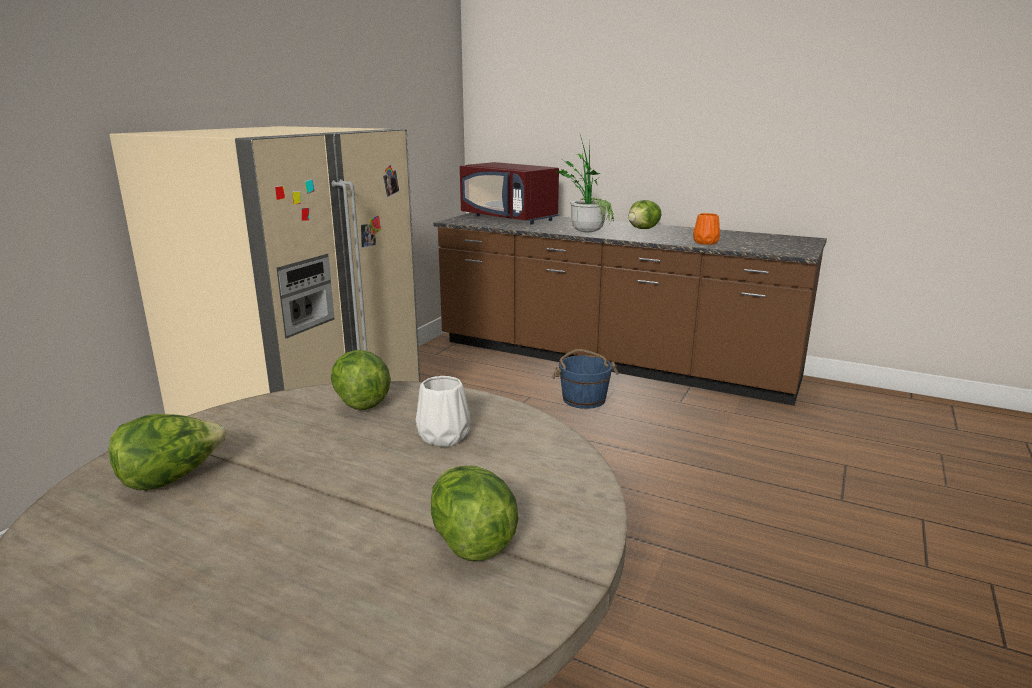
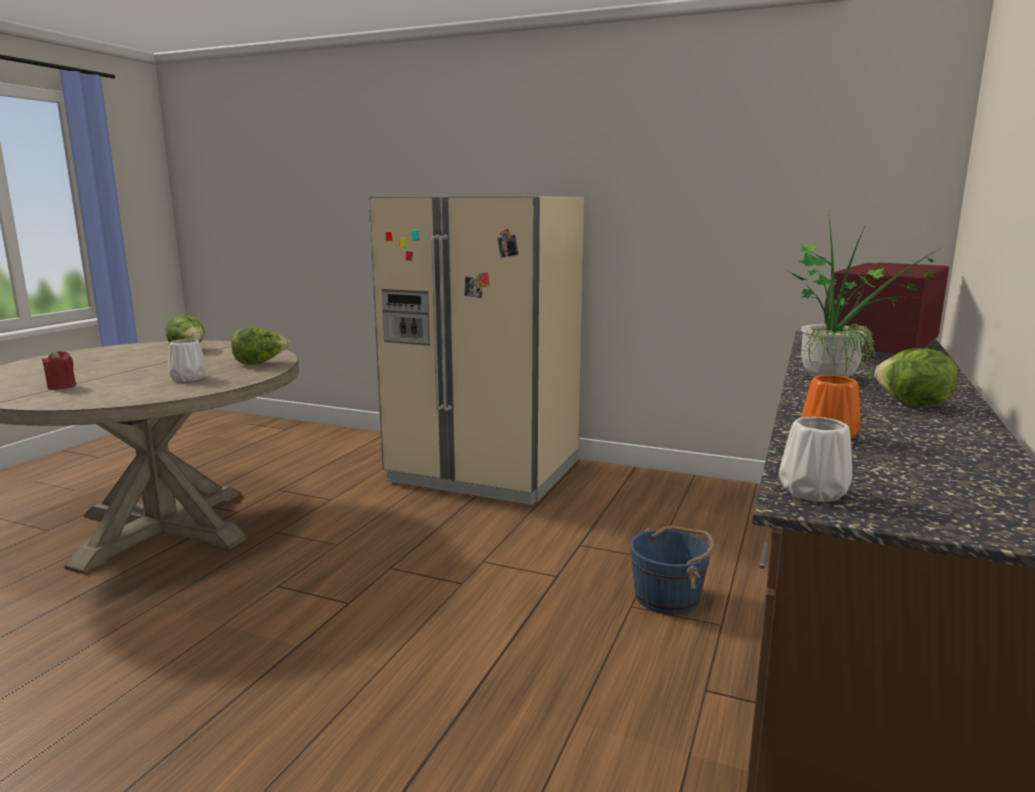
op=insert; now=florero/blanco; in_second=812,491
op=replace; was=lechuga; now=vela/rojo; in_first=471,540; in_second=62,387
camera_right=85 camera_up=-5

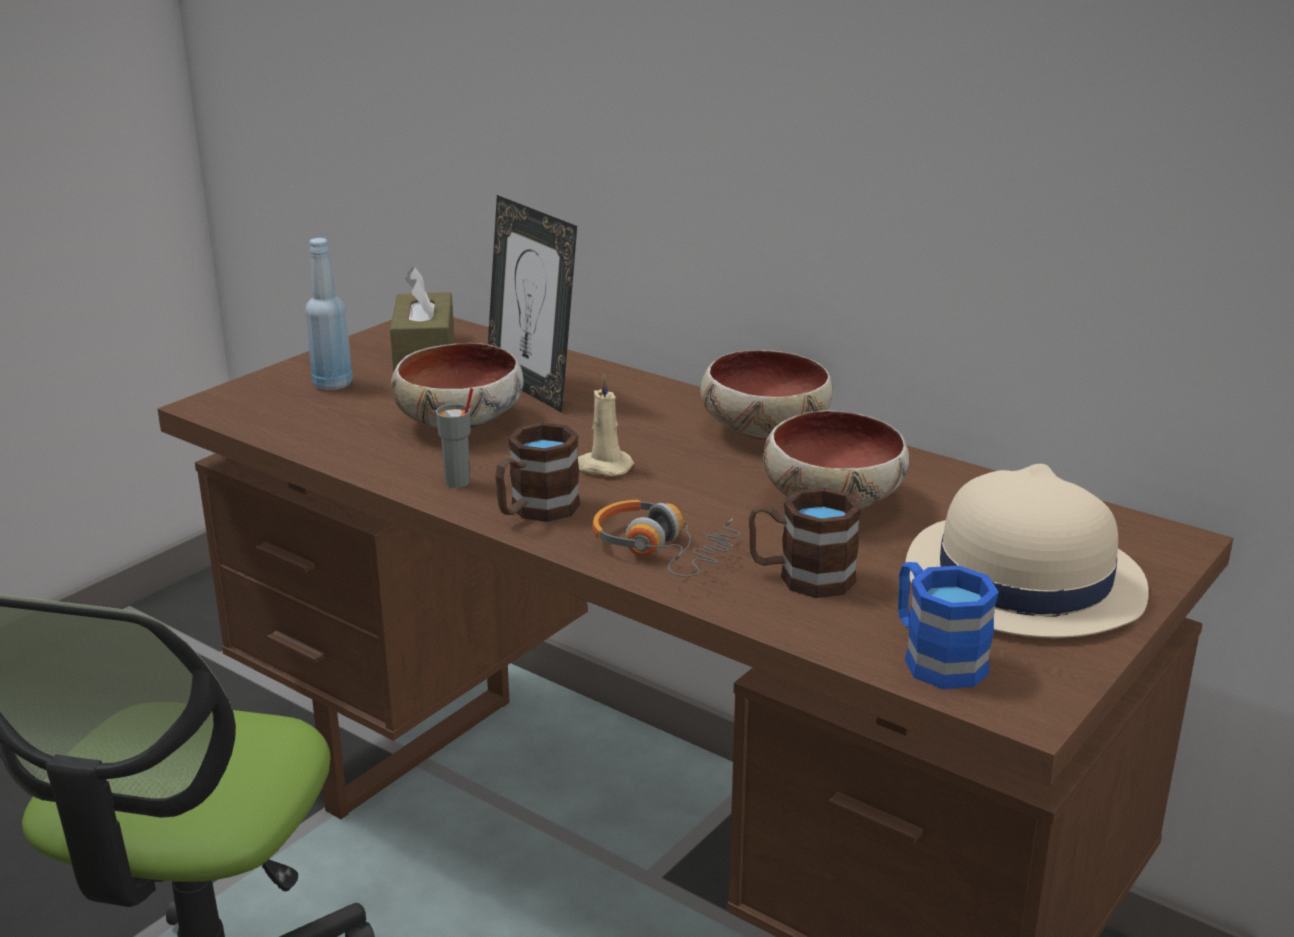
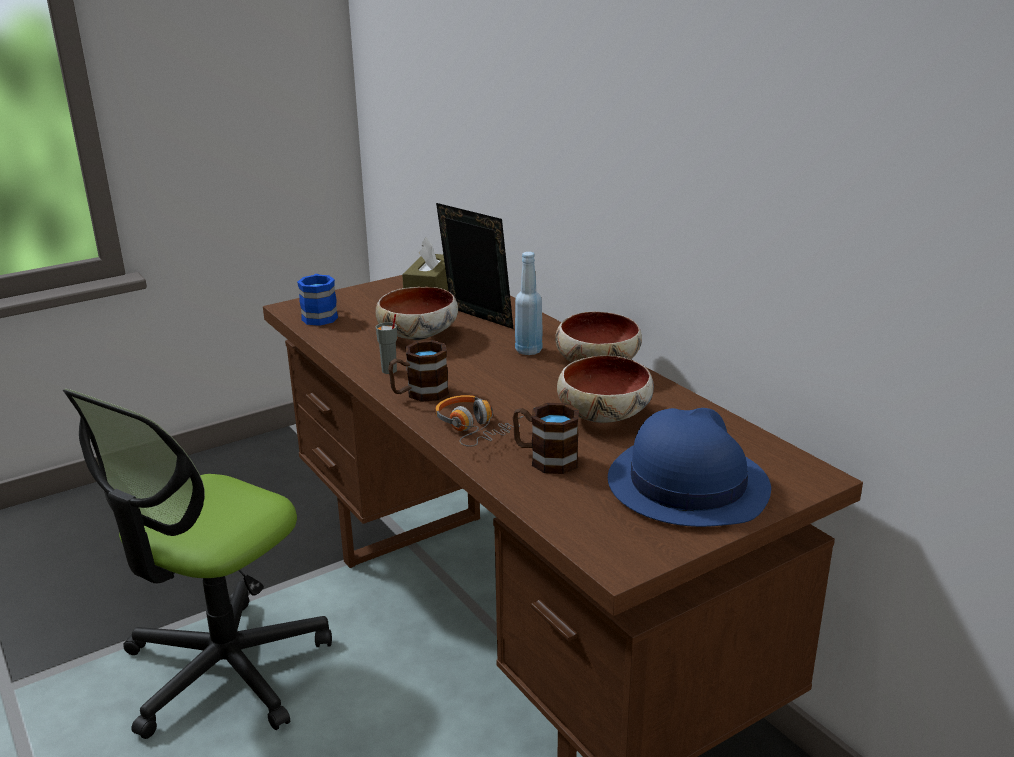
op=delete; was=vela/beis; in_first=602,467
op=move; was=botella/azul; in_first=332,384; in_second=528,351
op=move; was=taza grande/azul; in_first=934,657; in_second=319,315
op=recolor; was=sombrero/beis; now=sombrero/azul; in_first=1021,580; in_second=686,484
op=rotate; was=portarretratos; in_first=532,388; in_second=476,320; clockwise=150
camera_right=20 camera_up=0

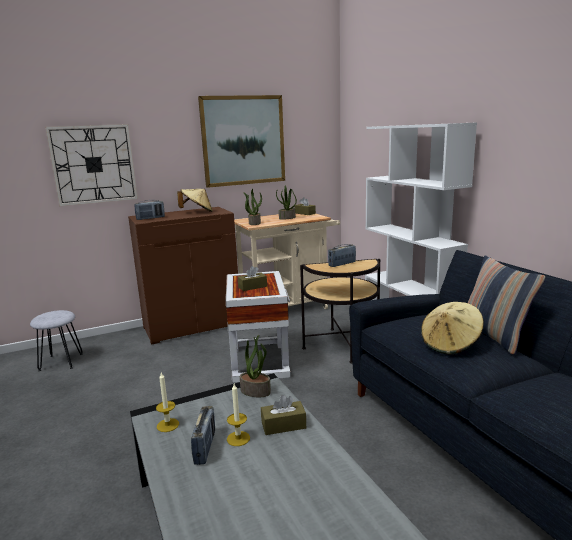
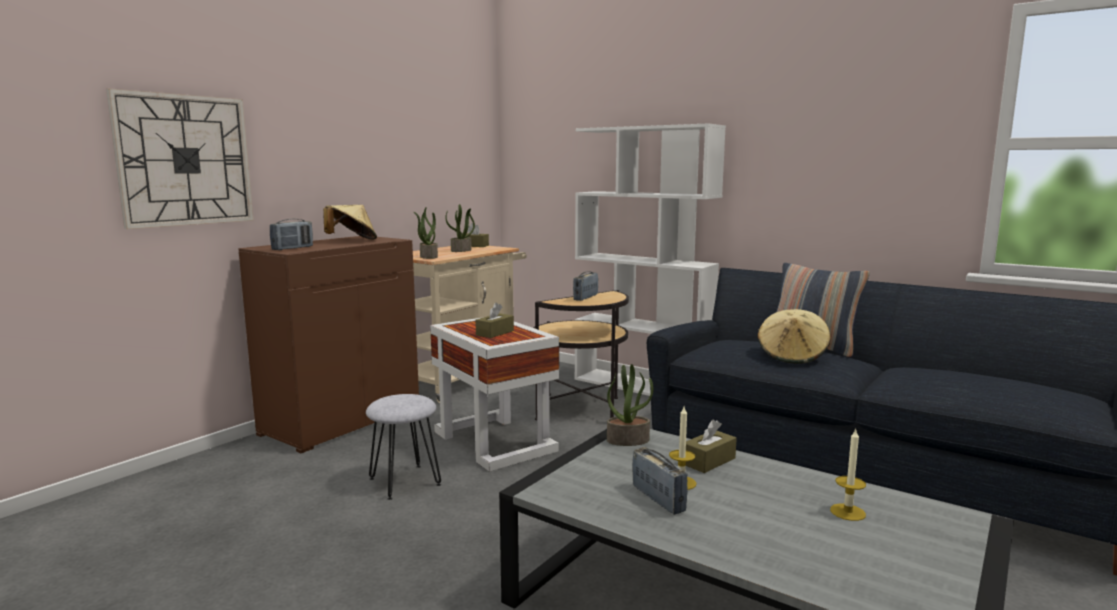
op=delete; was=cuadro; in_first=243,140
op=move; was=taburete/gris; in_first=61,362; in_second=404,481
op=move; was=vela; in_first=168,425; in_second=847,512
camera_right=-30 camera_up=-5

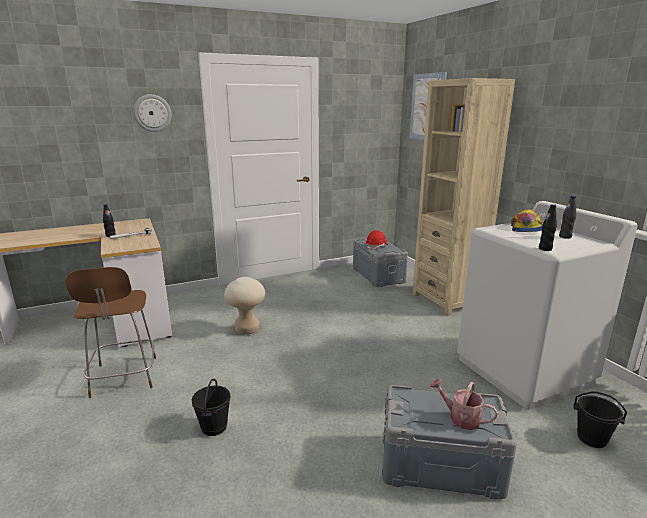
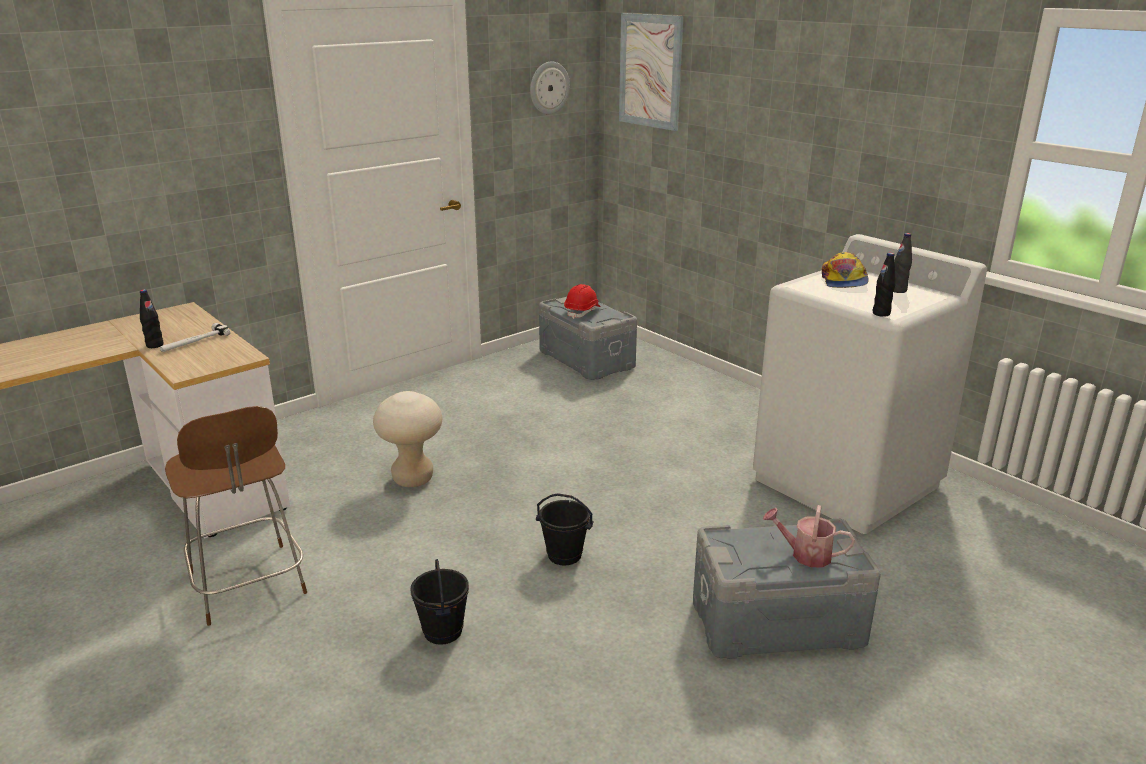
op=delete; was=estantería/beis; in_first=447,300
op=move; was=reloj de pared; in_first=152,113; in_second=549,87
op=move; was=cubo/negro; in_first=591,439; in_second=564,556
camera_right=-15 camera_up=5

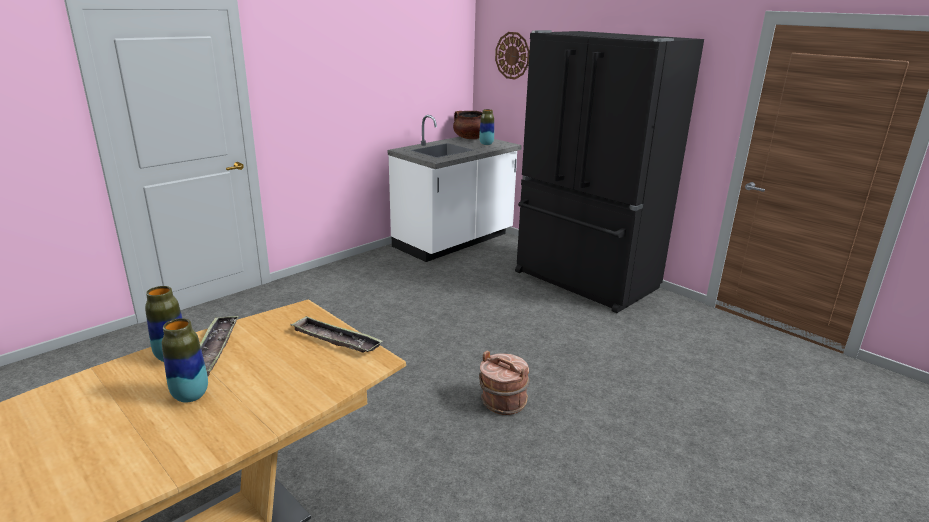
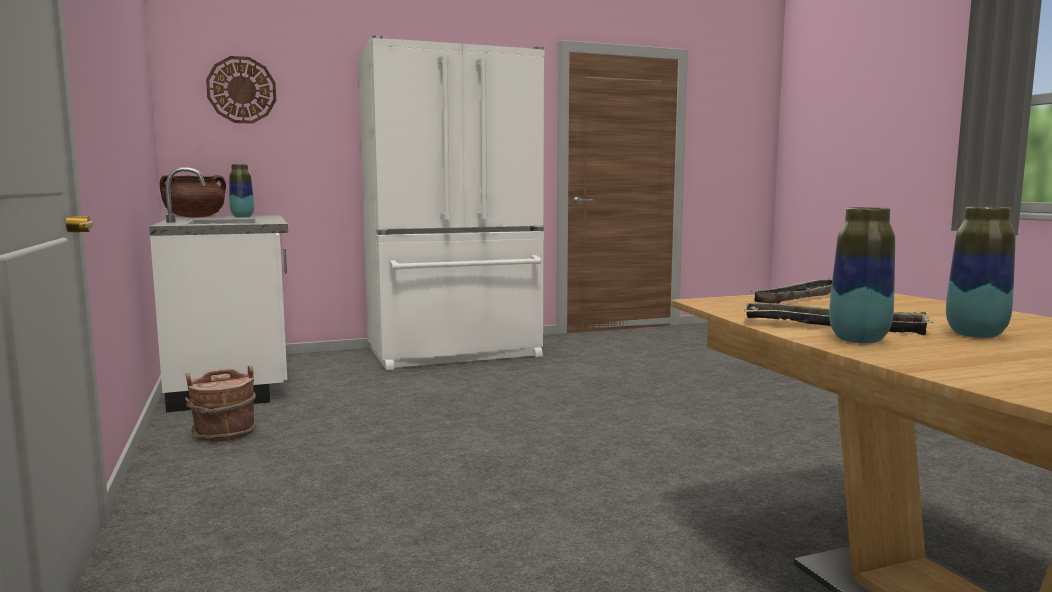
op=move; was=cubo/marrón; in_first=502,402; in_second=224,433
op=recolor; was=nevera/negro; now=nevera/blanco; in_first=584,281; in_second=455,353
camera_right=-65 camera_up=-15

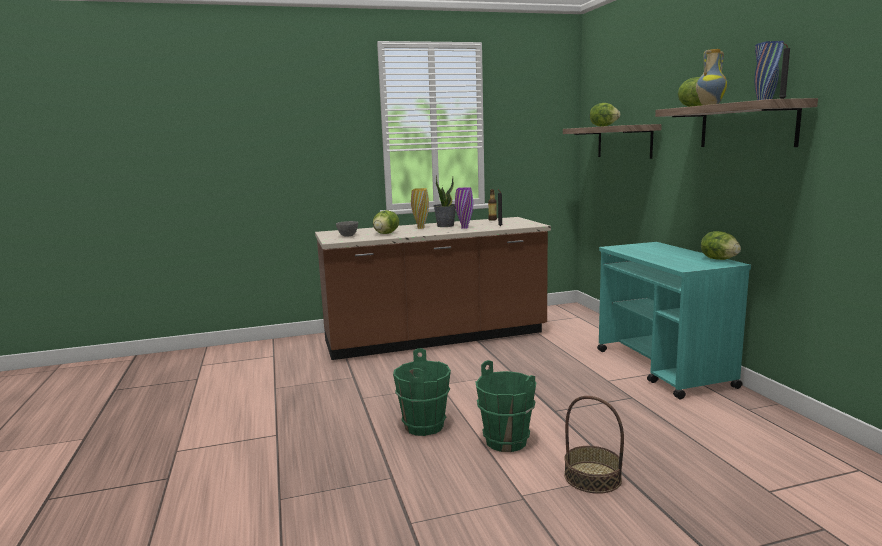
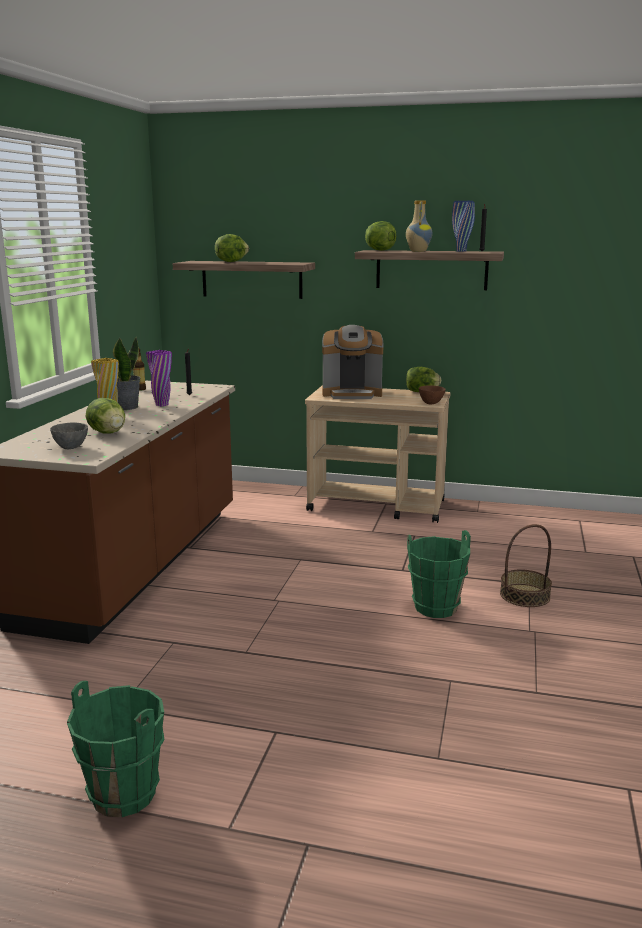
op=insert; now=cafetera; in_second=352,394
op=insert; now=cuenco/marrón; in_second=431,403
op=move; was=cubo/verde; in_first=424,426; in_second=124,794
op=recolor; was=carrito/turquesa; now=carrito/beis; in_first=663,368; in_second=377,506
camera_right=-60 camera_up=5

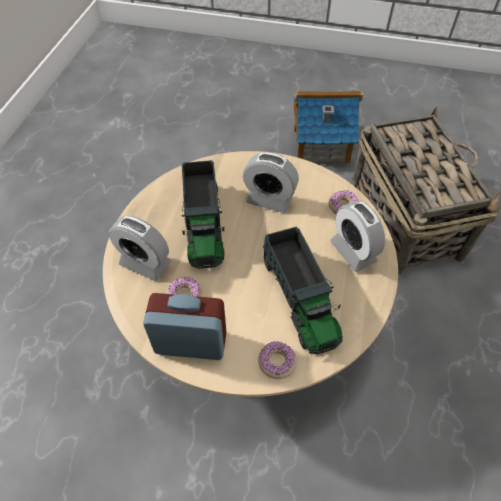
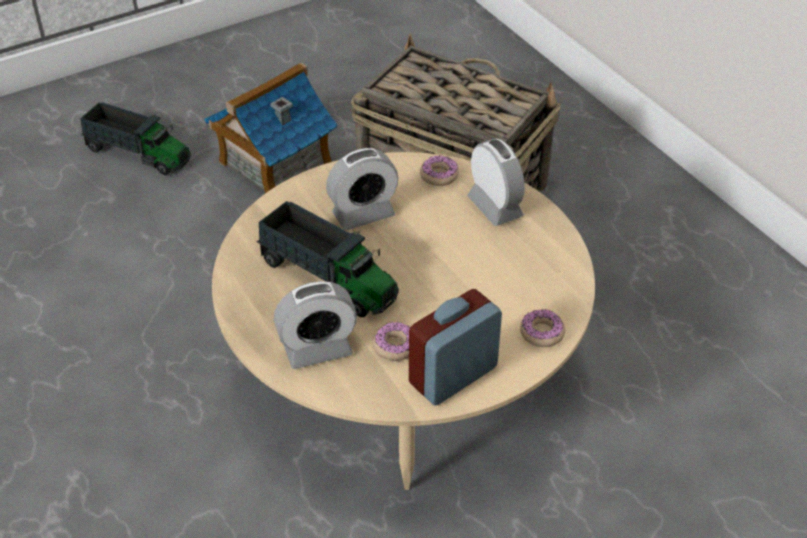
op=move; was=camión de juguete; in_first=300,298; in_second=138,153
op=rotate; was=despertador; in_first=353,251; in_second=495,207; clockwise=-135
camera_right=-45 camera_up=-10

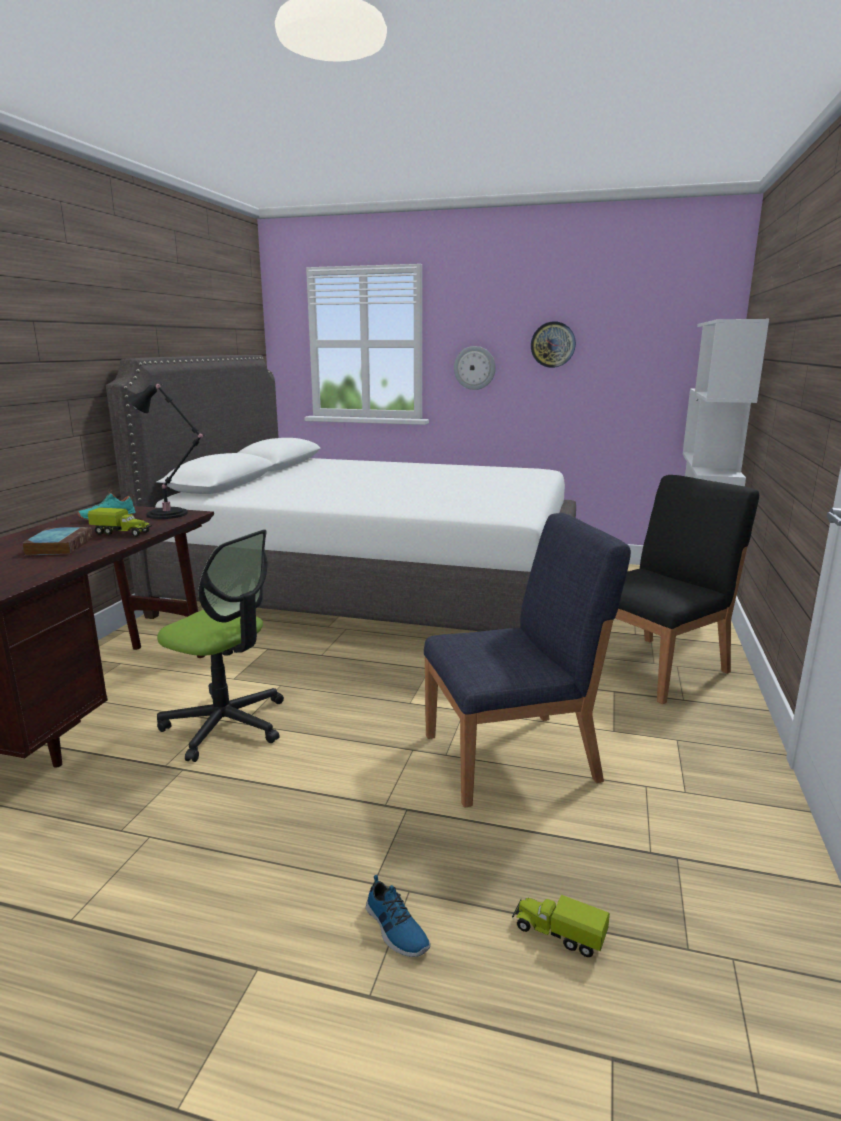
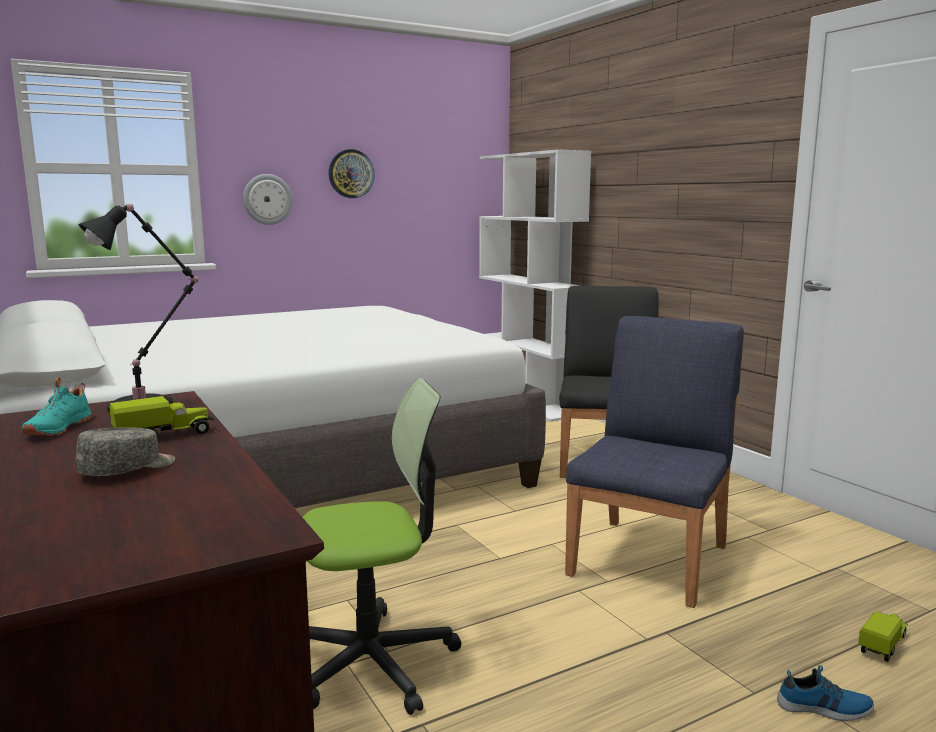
op=replace; was=libro; now=gorra/gris; in_first=59,546; in_second=128,469
op=rotate; was=camión de juguete; in_first=558,934; in_second=883,645; clockwise=150
camera_right=-45 camera_up=-5

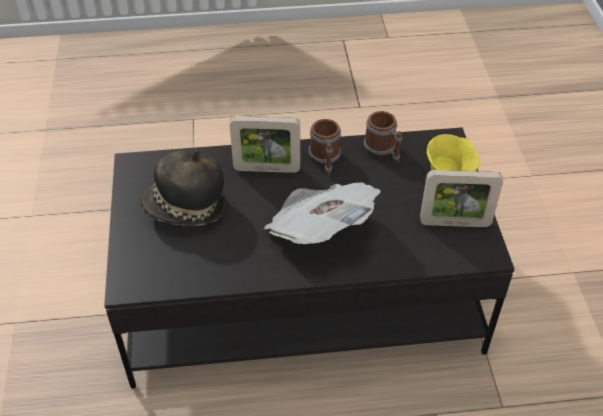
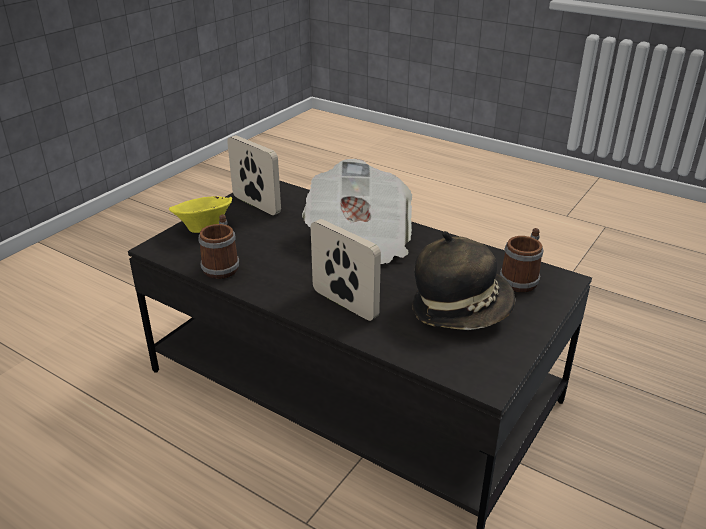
op=move; was=taza grande; in_first=325,160; in_second=521,279
camera_right=-140 camera_up=-15

